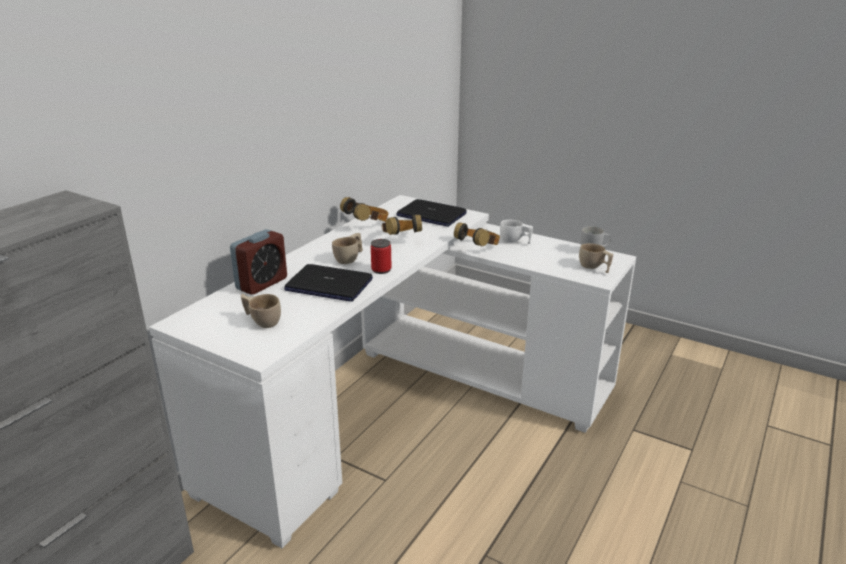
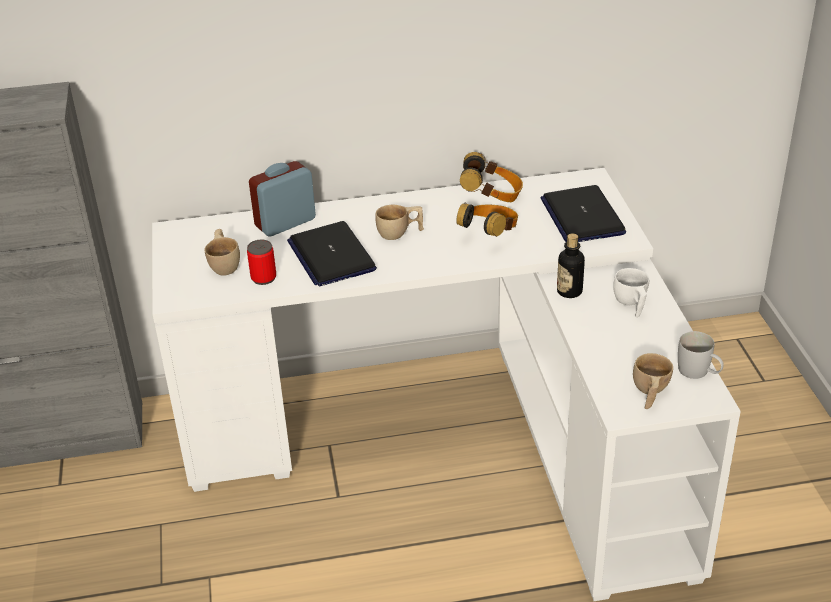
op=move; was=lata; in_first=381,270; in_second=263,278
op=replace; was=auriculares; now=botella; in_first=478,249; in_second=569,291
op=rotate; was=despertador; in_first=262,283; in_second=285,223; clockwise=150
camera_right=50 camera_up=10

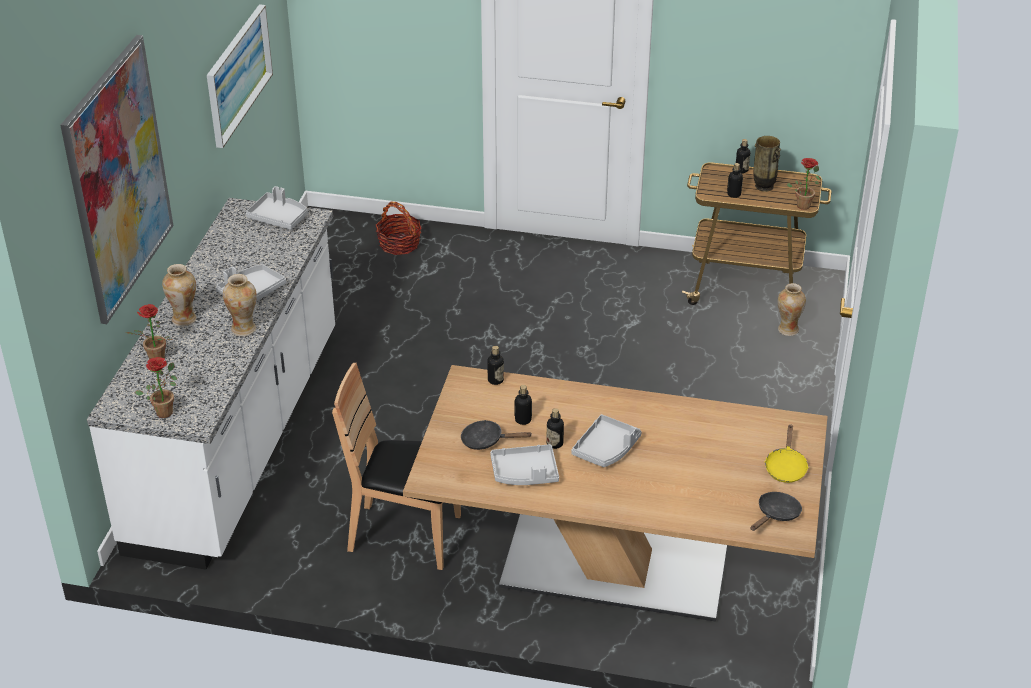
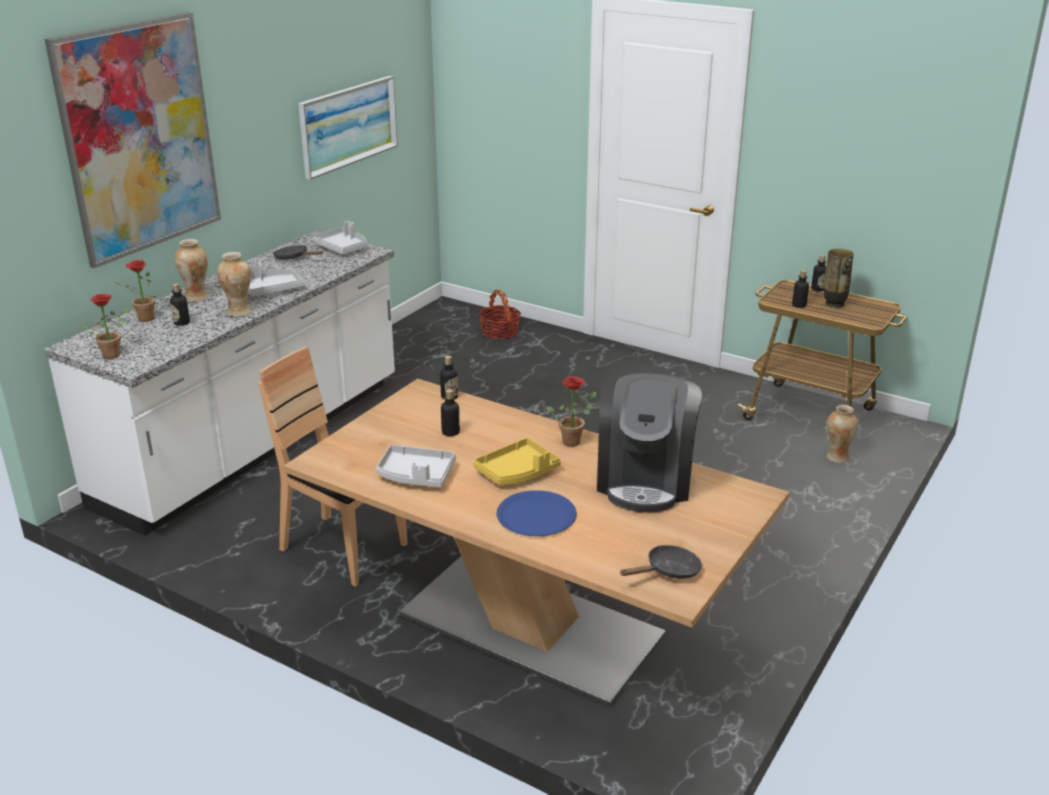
op=delete; was=sartén/amarillo; in_first=785,467
op=insert; now=plato/azul; in_second=536,515
op=insert; now=cafetera; in_second=645,480
op=move; was=sartén/negro; in_first=486,441; in_second=294,258
op=move; was=botella; in_first=554,443; in_second=182,323
op=move; was=planta en maceta; in_first=803,204; in_second=573,440
op=recolor; was=bandeja/gris; now=bandeja/amarillo; in_first=606,449; in_second=517,472
camera_right=20 camera_up=-10

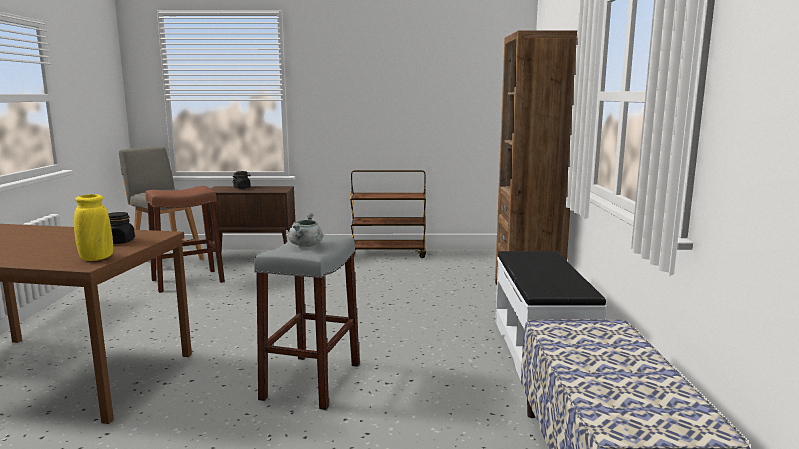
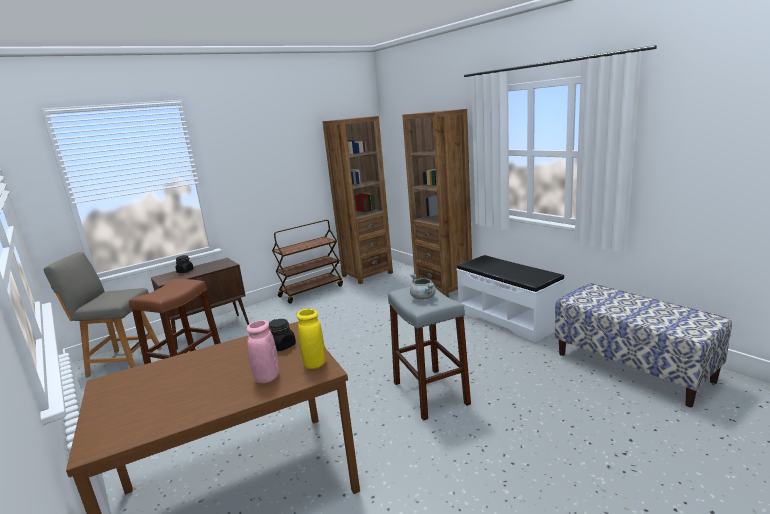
op=insert; now=florero/rosa; in_second=267,377
op=insert; now=estantería/marrón; in_second=367,274
camera_right=-35 camera_up=5

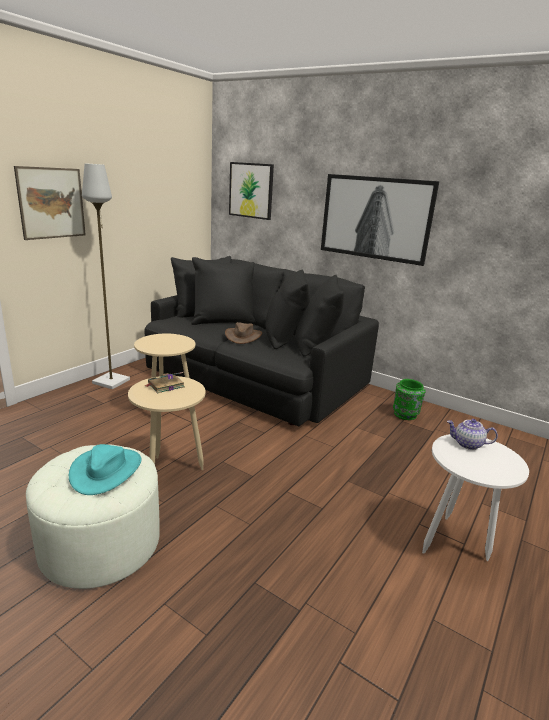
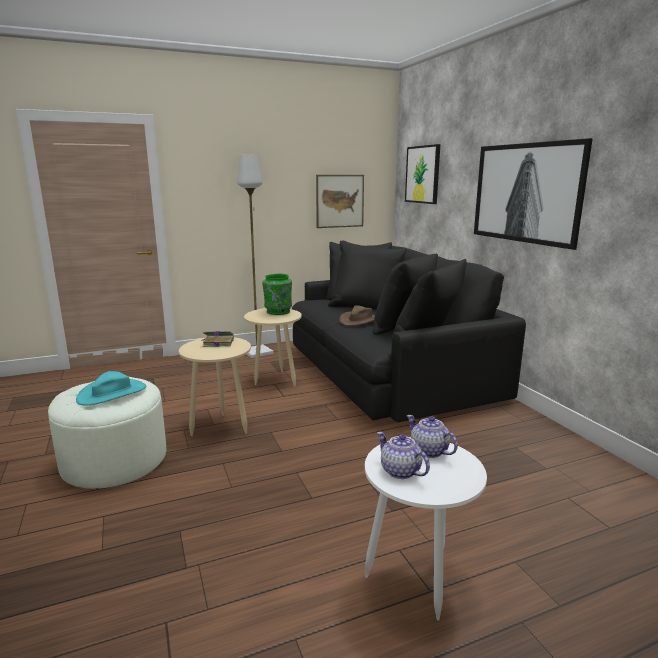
op=insert; now=tetera; in_second=400,471
op=move; was=cuadro; in_first=51,203; in_second=340,201
op=move; was=florero/verde; in_first=405,415; in_second=278,312
camera_right=35 camera_up=-5

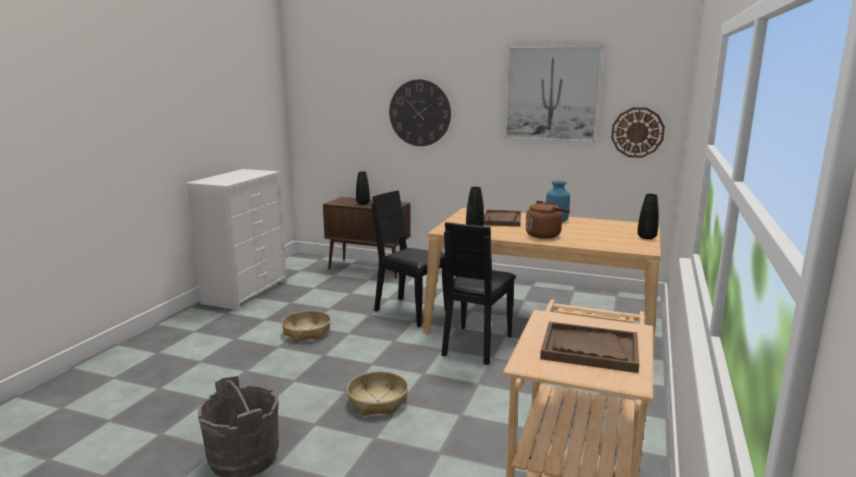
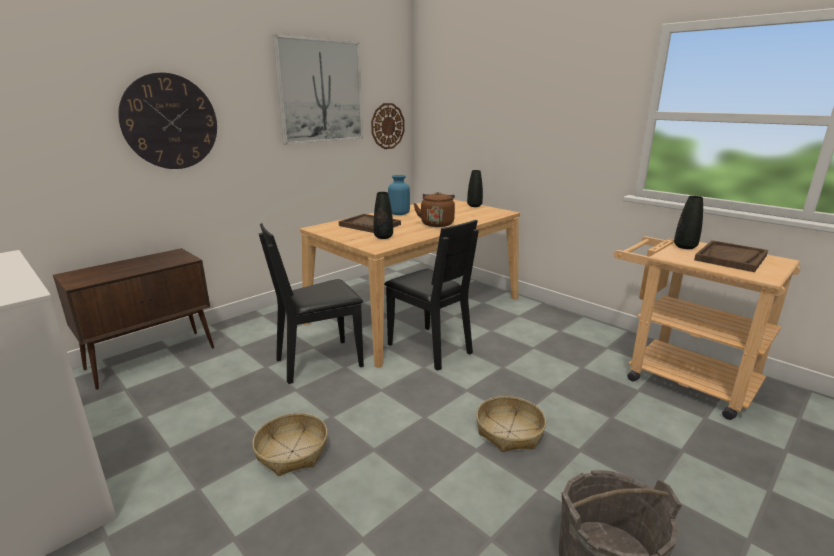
op=move; was=florero/negro; in_first=363,203; in_second=685,247
camera_right=-65 camera_up=5

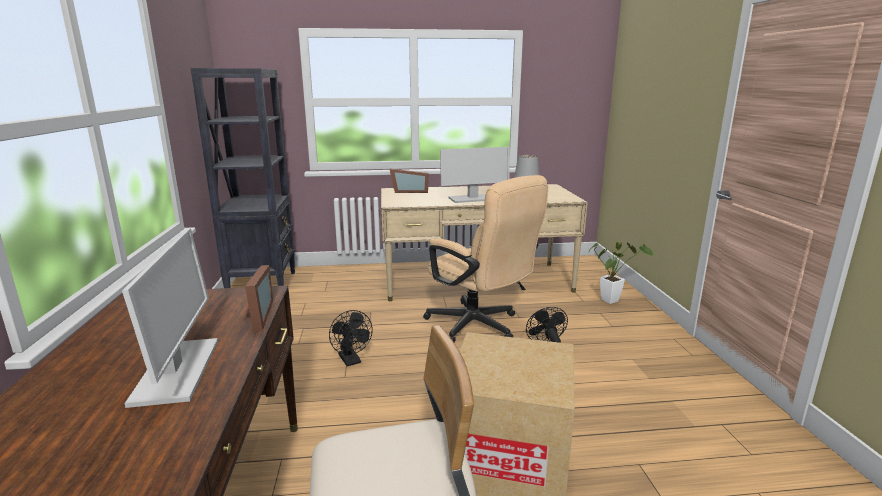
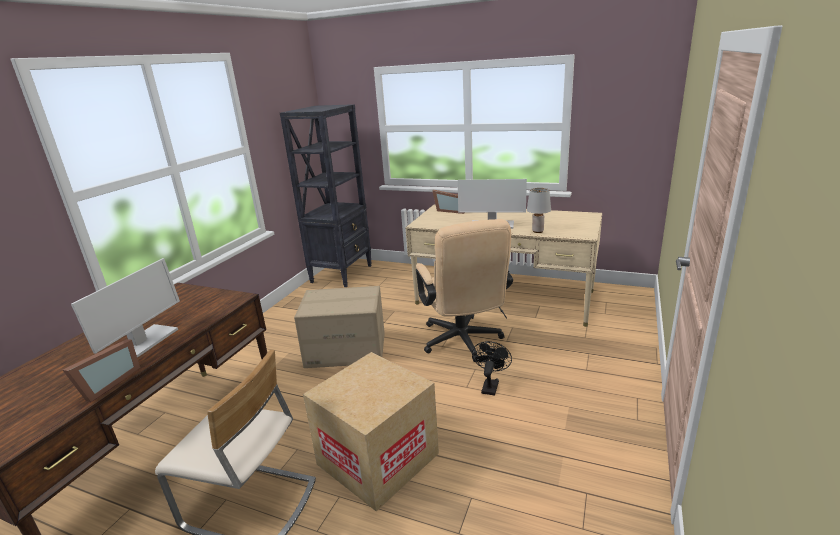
op=delete; was=planta en maceta; in_first=612,300
op=move; was=portarretratos; in_first=255,317; in_second=106,384
op=replace; was=ventilador/negro; now=caja de cartón; in_first=351,361; in_second=346,349
camera_right=30 camera_up=5

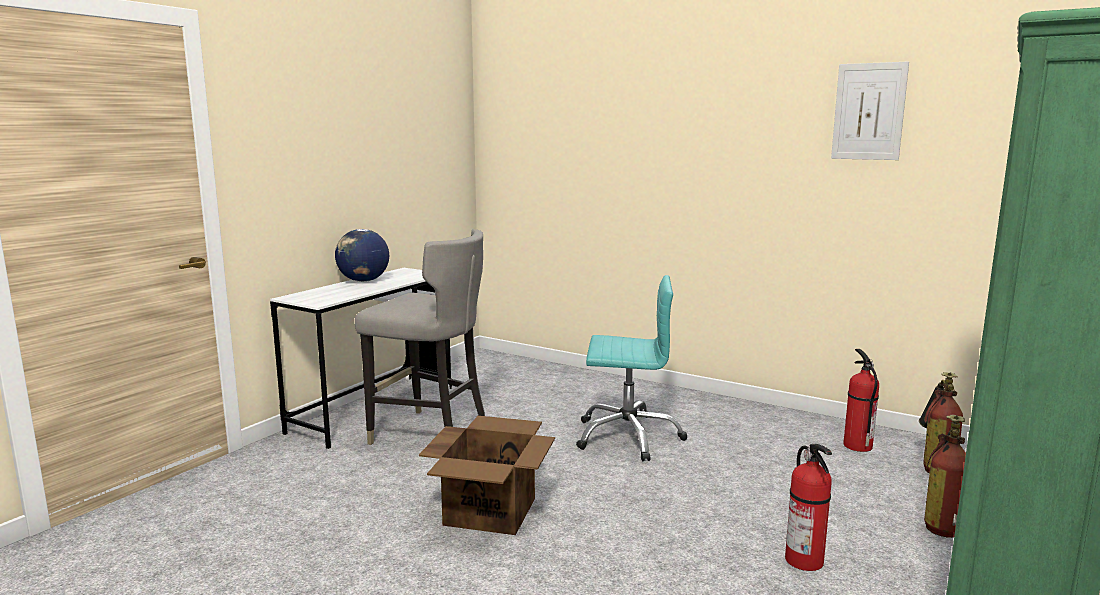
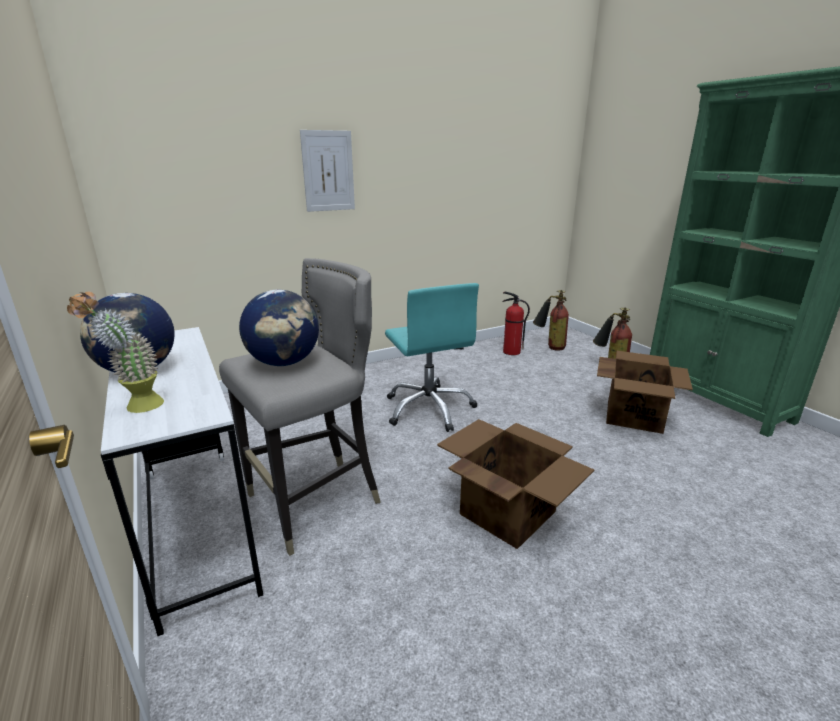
op=insert; now=planta en maceta; in_second=135,408
op=insert; now=globo terráqueo; in_second=284,363
op=move; was=cuadro; in_first=869,111; in_second=328,171
op=replace; was=extintor; now=caja de cartón; in_first=805,561; in_second=634,416
op=rotate; was=silla de oficina/turquesa; in_first=628,436; in_second=429,409; clockwise=120
camera_right=-60 camera_up=10

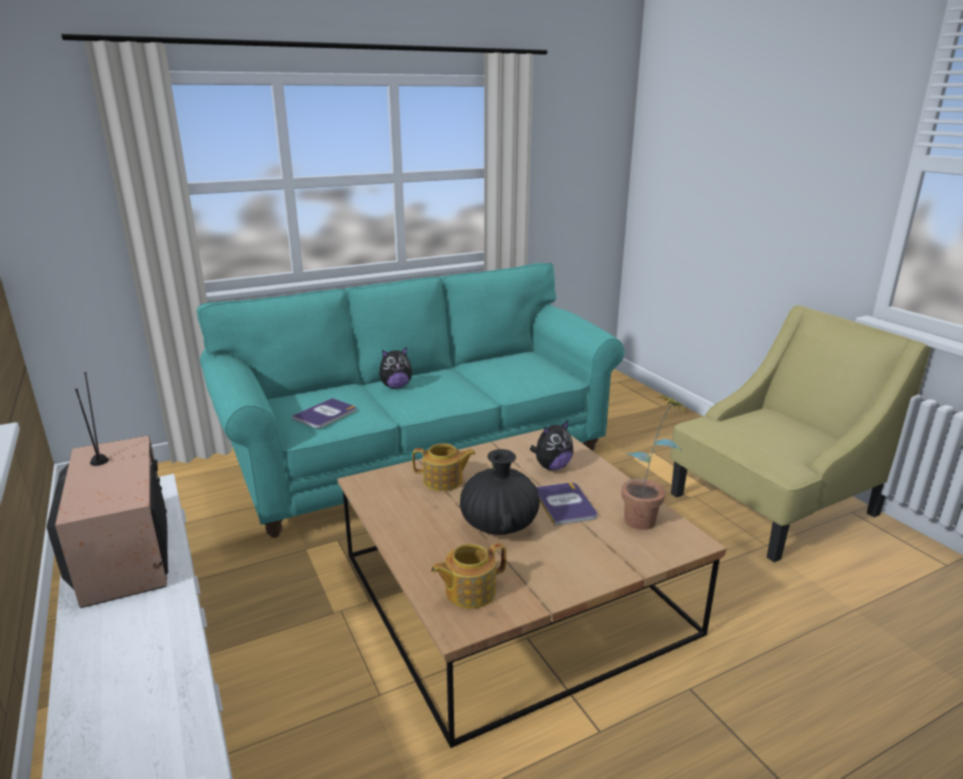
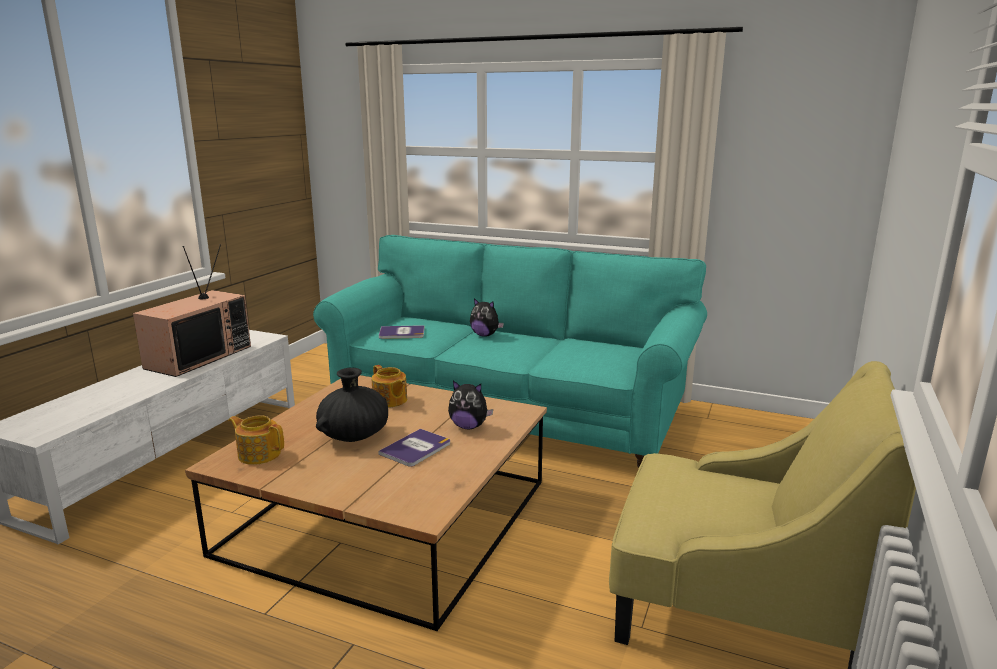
op=delete; was=planta en maceta; in_first=646,517
camera_right=50 camera_up=-5

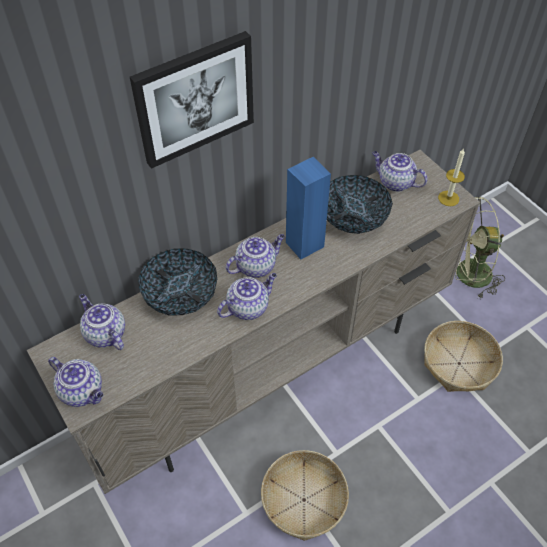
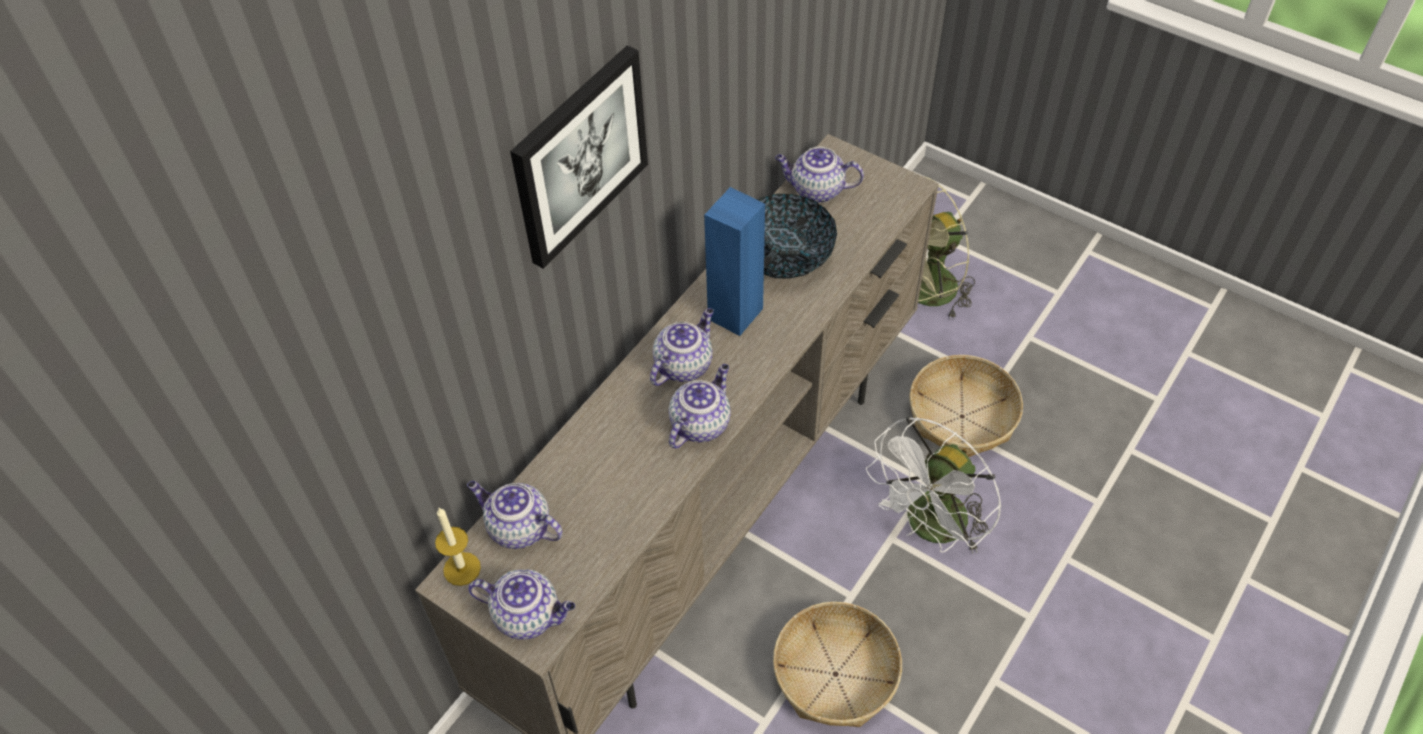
op=delete; was=cuenco; in_first=180,295
op=insert; now=ventilador/blanco; in_second=930,529
op=move; was=vela; in_first=448,198; in_second=462,569
camera_right=-20 camera_up=0

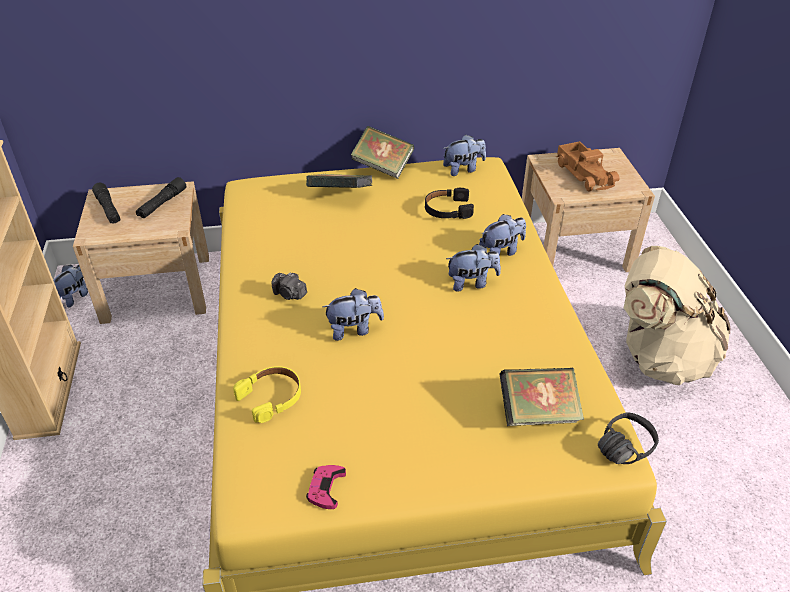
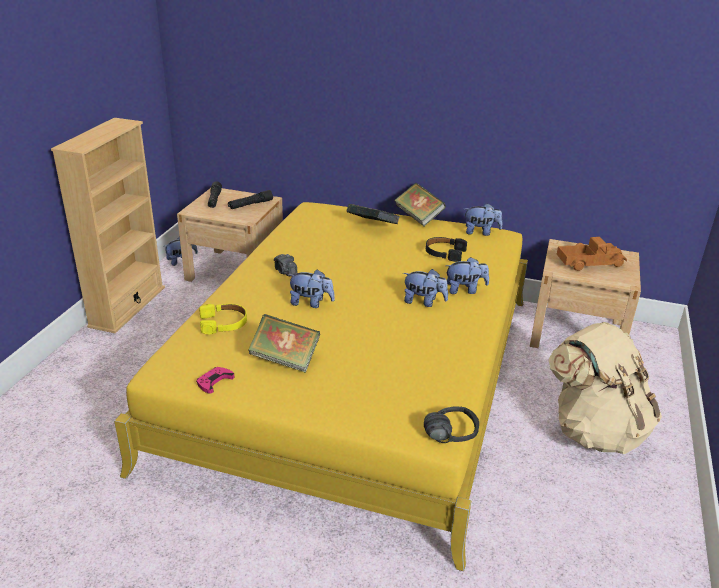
op=move; was=libro; in_first=538,413; in_second=285,359
op=rotate; was=camión de juguete; in_first=585,174; in_second=589,262; clockwise=-105
camera_right=25 camera_up=-10

